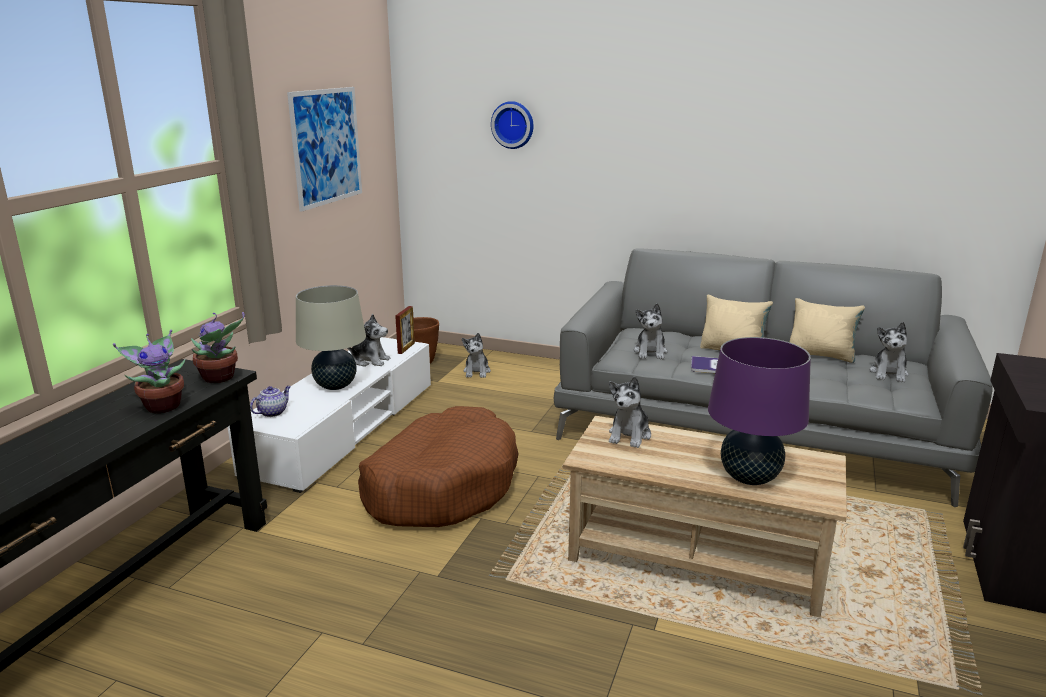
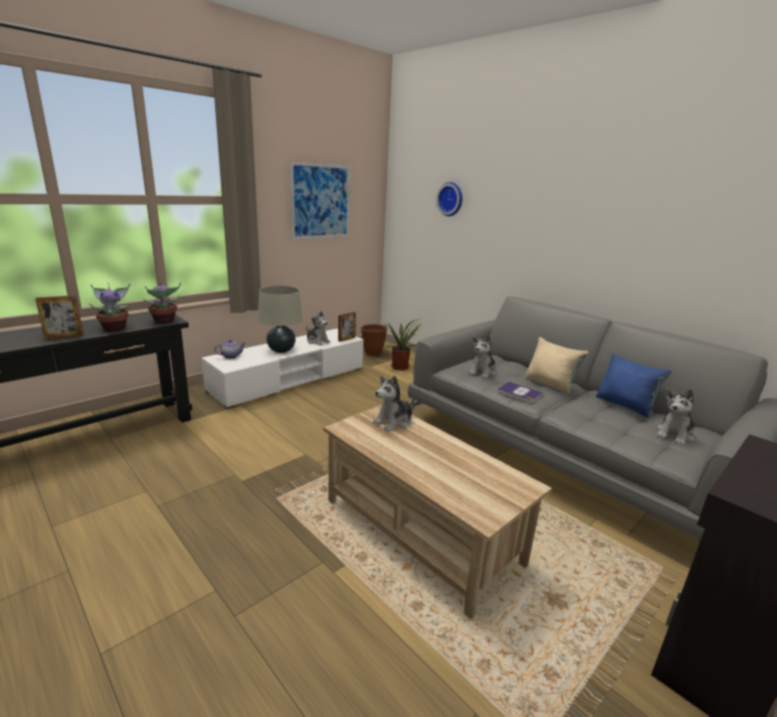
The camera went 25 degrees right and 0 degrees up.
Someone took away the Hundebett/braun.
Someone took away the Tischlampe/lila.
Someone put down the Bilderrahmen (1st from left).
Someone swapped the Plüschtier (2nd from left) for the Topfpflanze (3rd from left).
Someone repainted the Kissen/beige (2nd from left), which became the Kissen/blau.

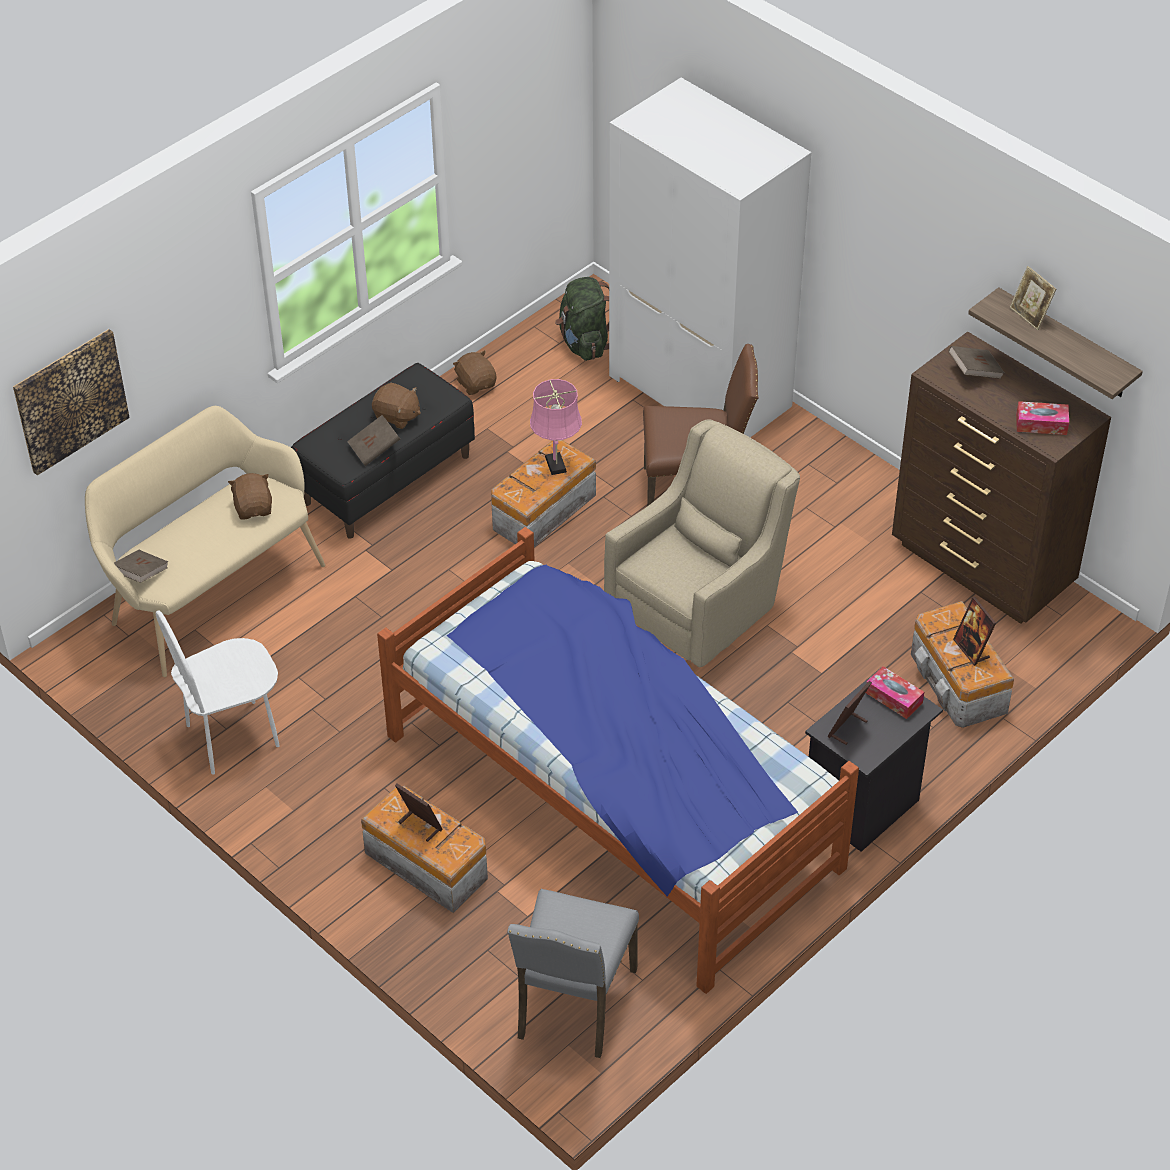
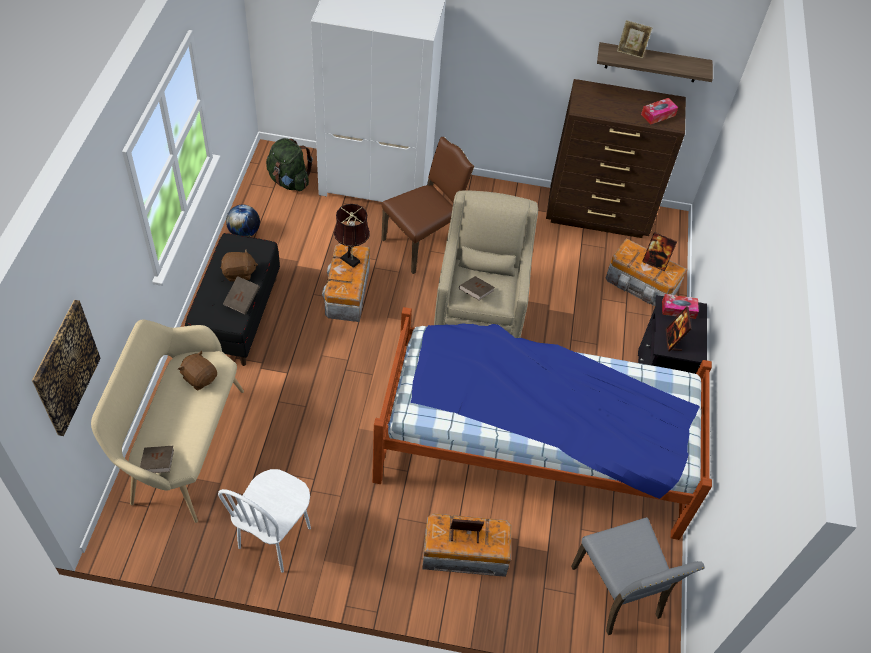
The camera went 40 degrees left and 5 degrees up.
Someone carried the Buch/braun (3rd from left).
Someone swapped the Plüschtier/braun (3rd from left) for the Globus.
Someone repainted the Tischlampe/rosa, which became the Tischlampe/braun.

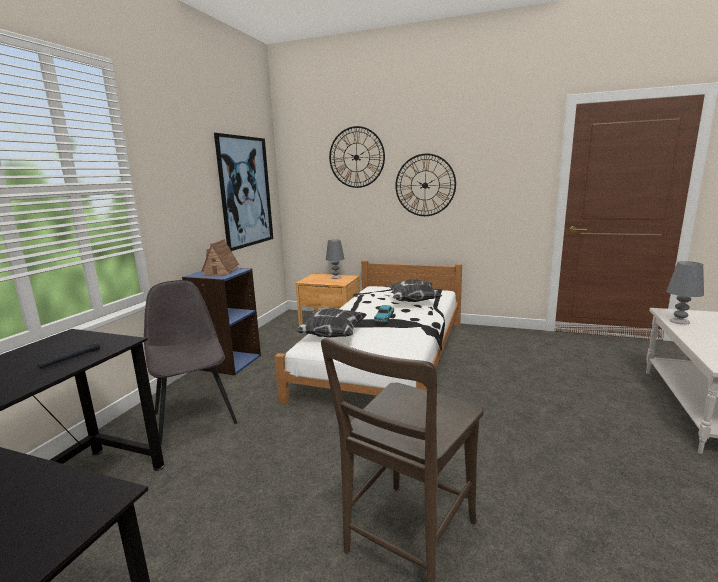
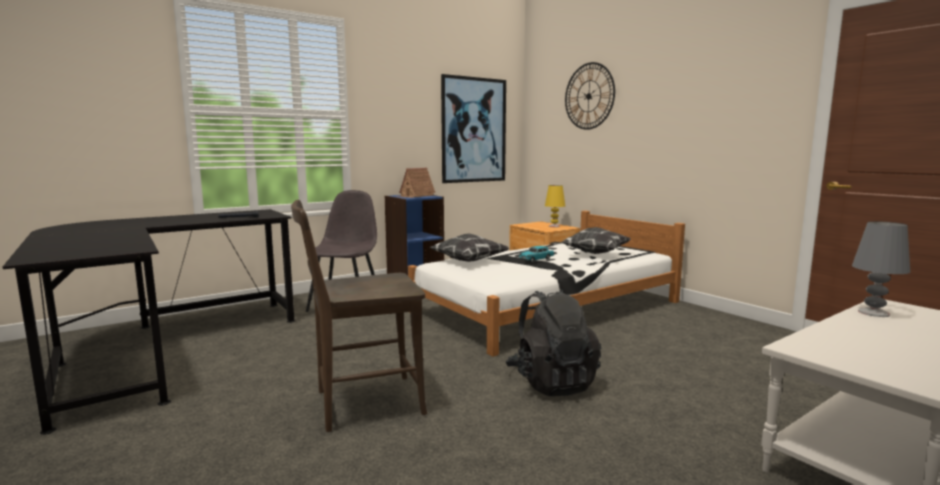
The camera went 35 degrees right and 5 degrees down.
Someone took away the Wanduhr (2nd from left).
Someone put down the Rucksack/schwarz.
Someone repainted the Tischlampe/grau (1st from left), which became the Tischlampe/gelb.

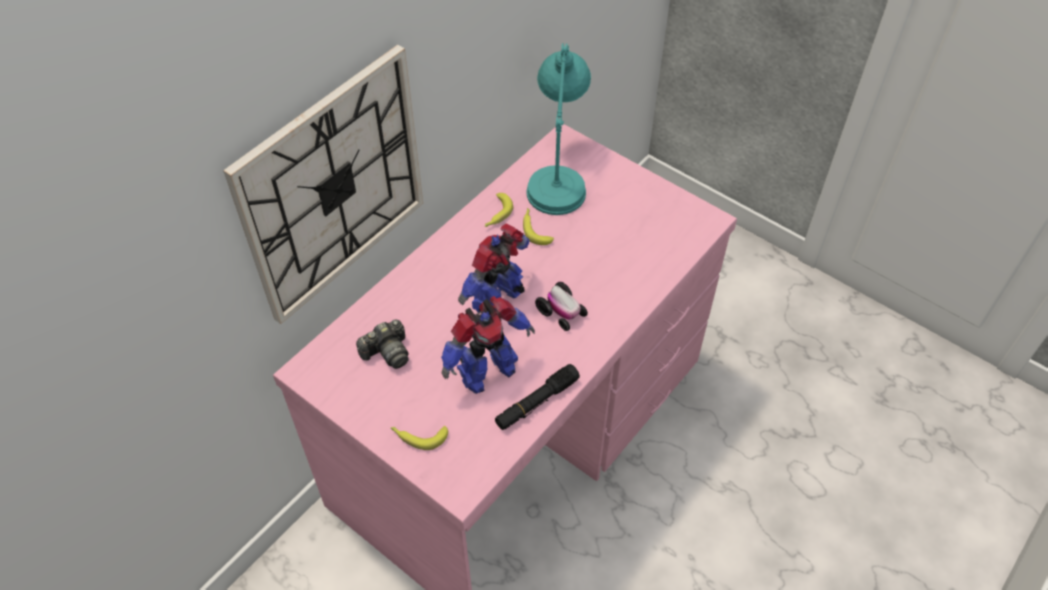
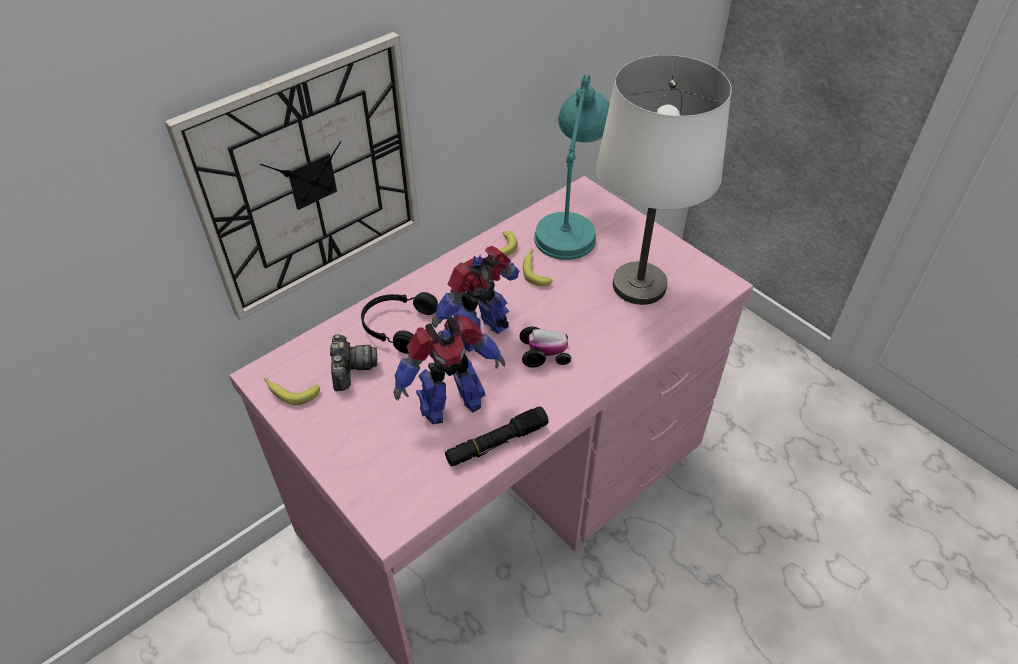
The camera went 10 degrees right and 5 degrees down.
Someone put down the Kopfhörer/schwarz.
Someone put down the Tischlampe/weiß.
Someone carried the Banane (1st from left).
Someone rotated the Kamera by 75 degrees counterclockwise.
Someone rotated the Spielzeugauto by 60 degrees counterclockwise.

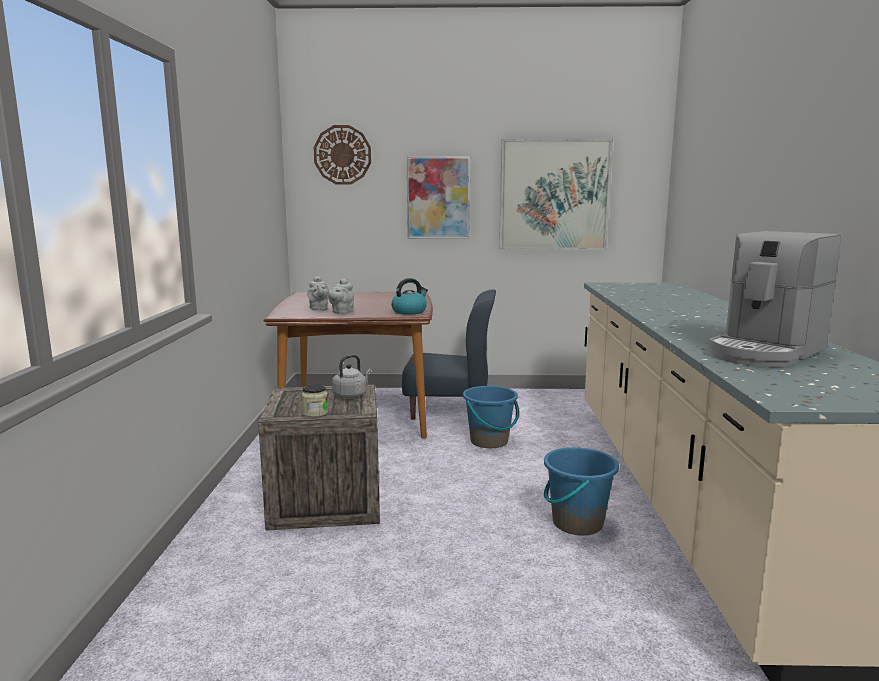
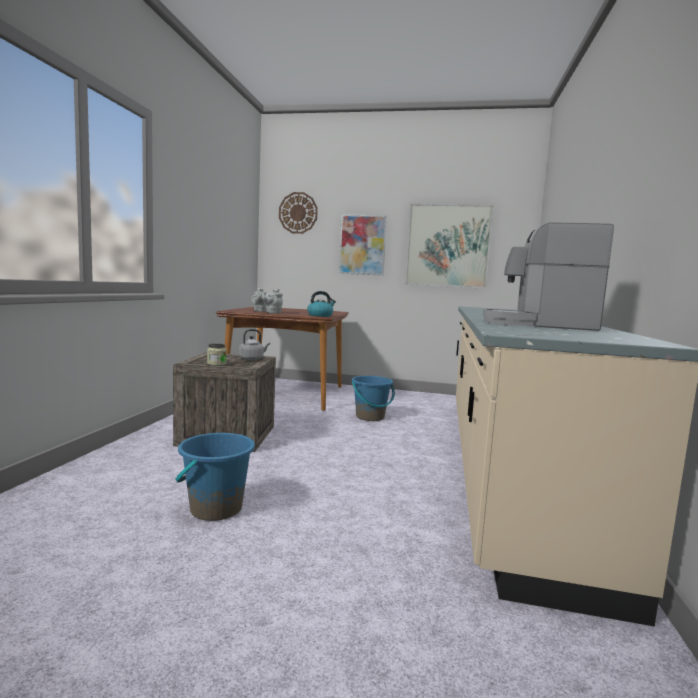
The camera went 10 degrees right and 5 degrees down.
Someone took away the Stuhl/blau.
Someone carried the Eimer/blau (2nd from left in the first image).
Someone rotated the Kaffeemaschine by 45 degrees clockwise.

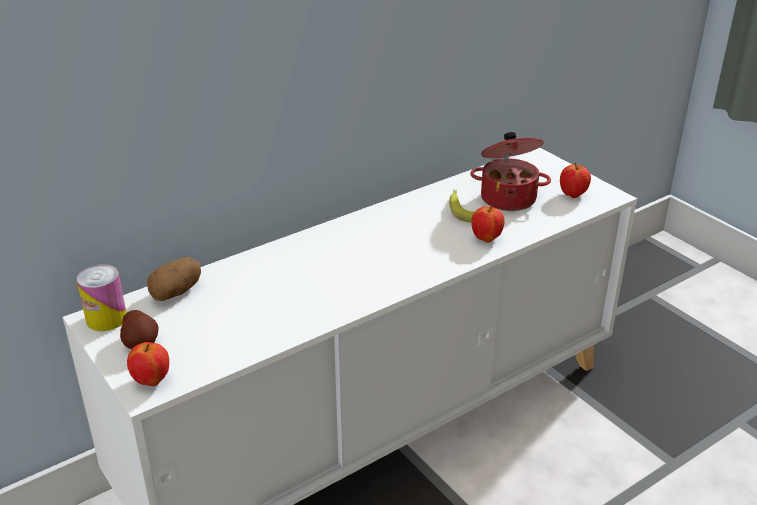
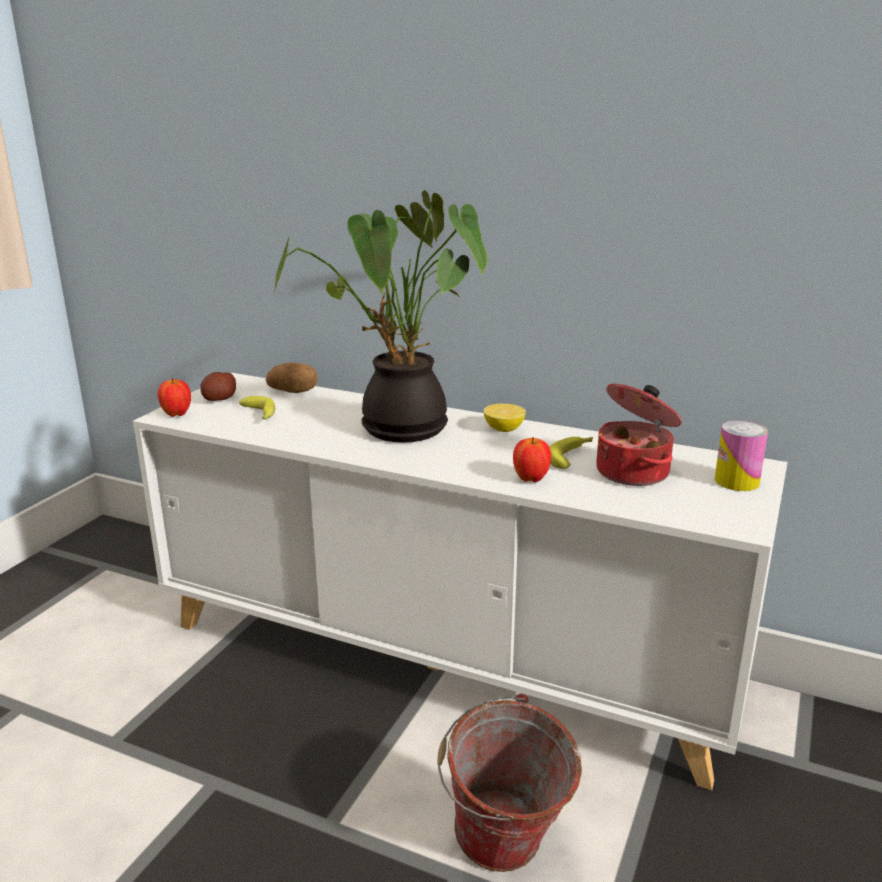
The camera went 60 degrees right and 10 degrees down.
Someone took away the Apfel (3rd from left).
Someone put down the Banane (1st from left).
Someone put down the Topfpflanze.
Someone put down the Eimer.
Someone put down the Zitrone.
Someone carried the Dose.

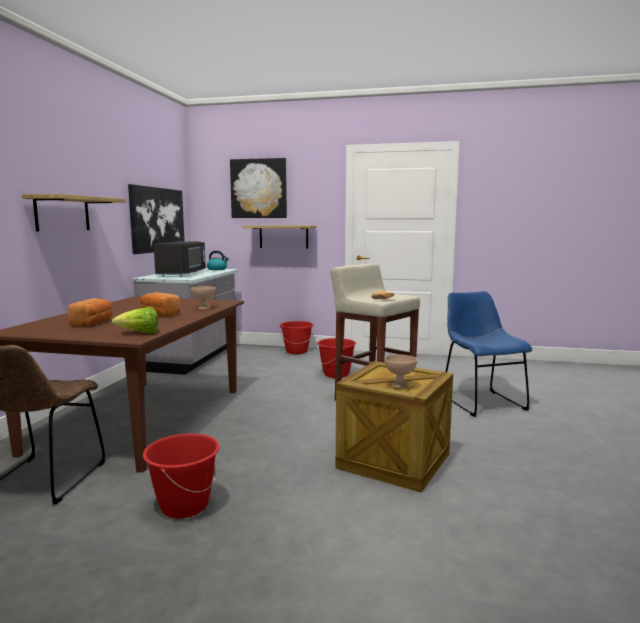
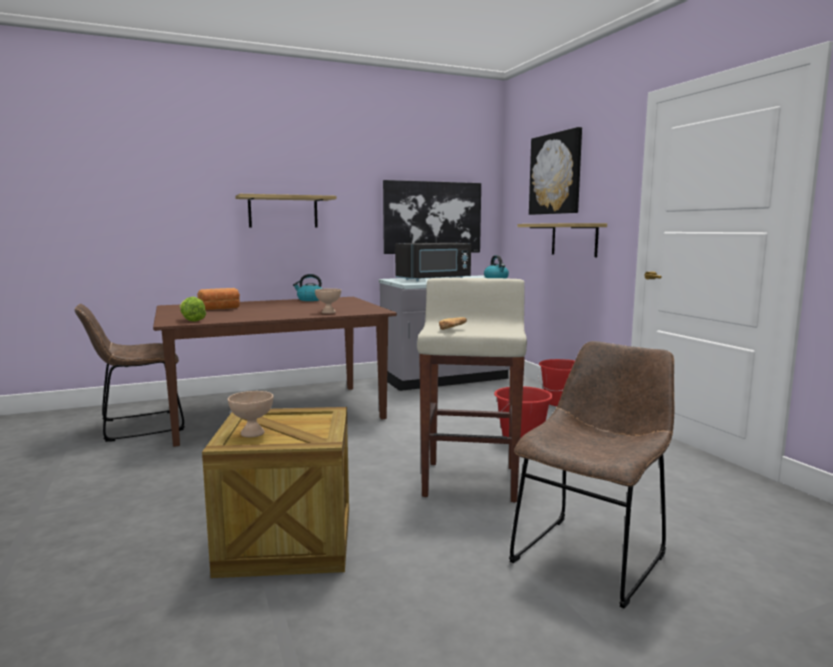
The camera went 55 degrees right and 0 degrees up.
Someone took away the Brot (2nd from left).
Someone took away the Eimer/rot (1st from left).
Someone put down the Wasserkessel (1st from left).
Someone repainted the Stuhl/blau, which became the Stuhl/braun (2nd from left).

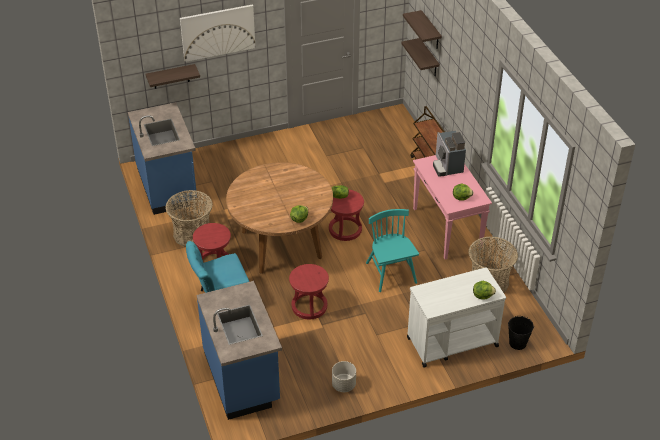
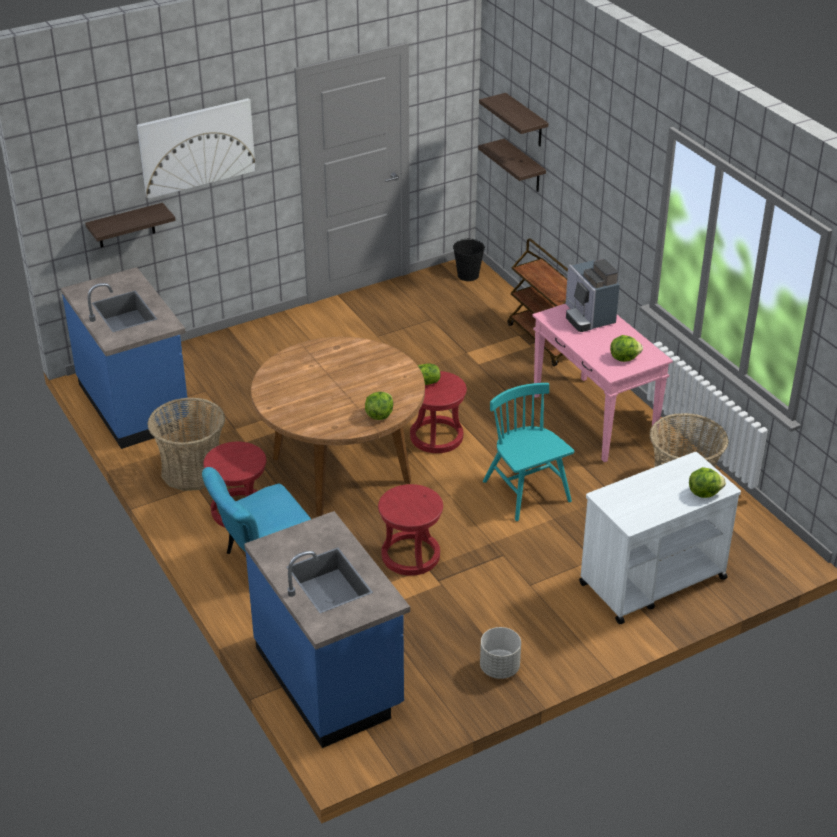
The camera went 10 degrees left and 5 degrees down.
Someone carried the Eimer/schwarz.

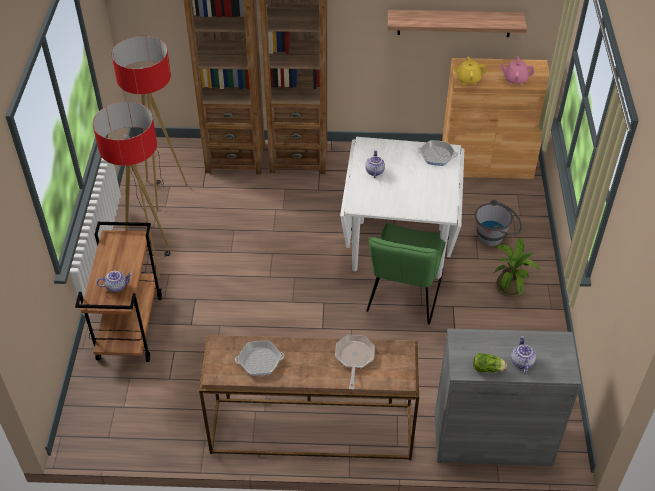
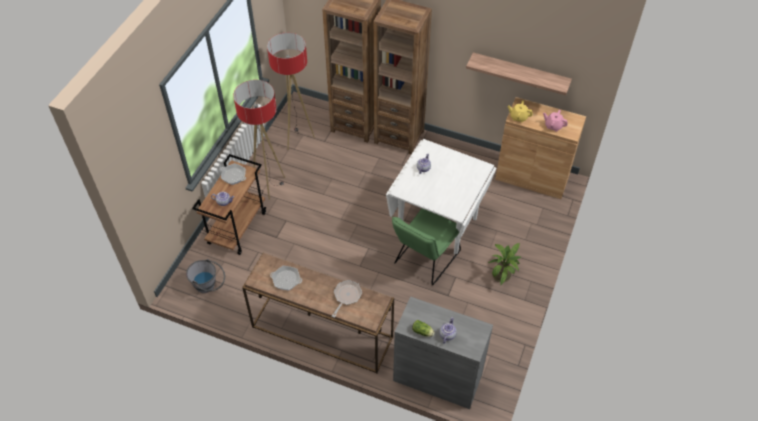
The camera went 20 degrees right and 5 degrees up.
Someone carried the Pfanne (3rd from left in the first image).
Someone carried the Eimer/grau.

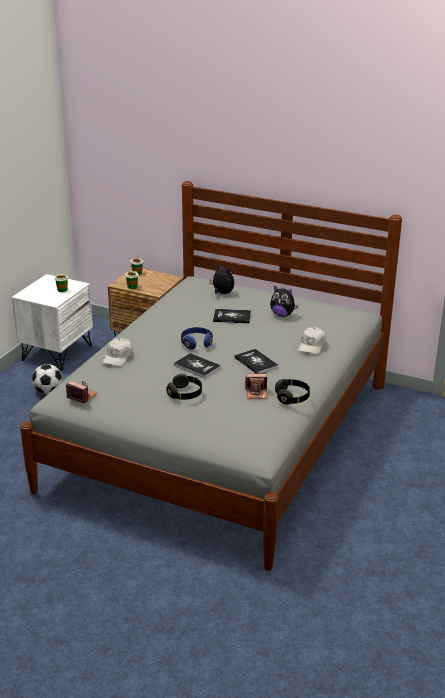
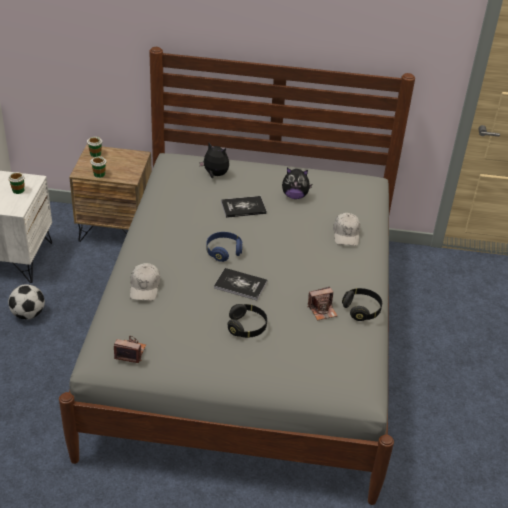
The camera went 20 degrees left and 10 degrees up.
Someone took away the Buch (3rd from left).

